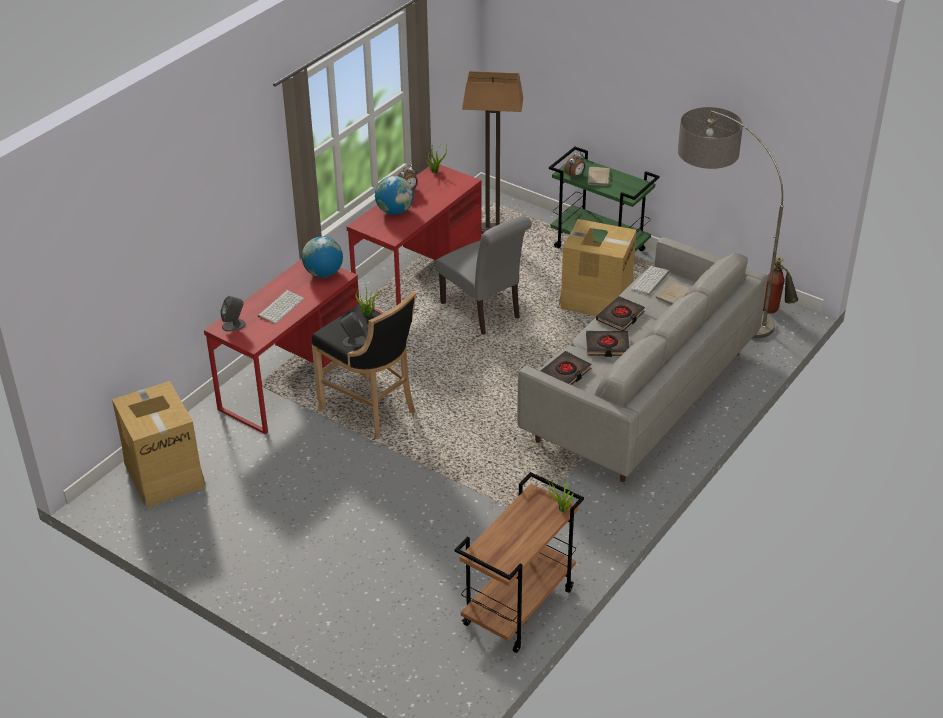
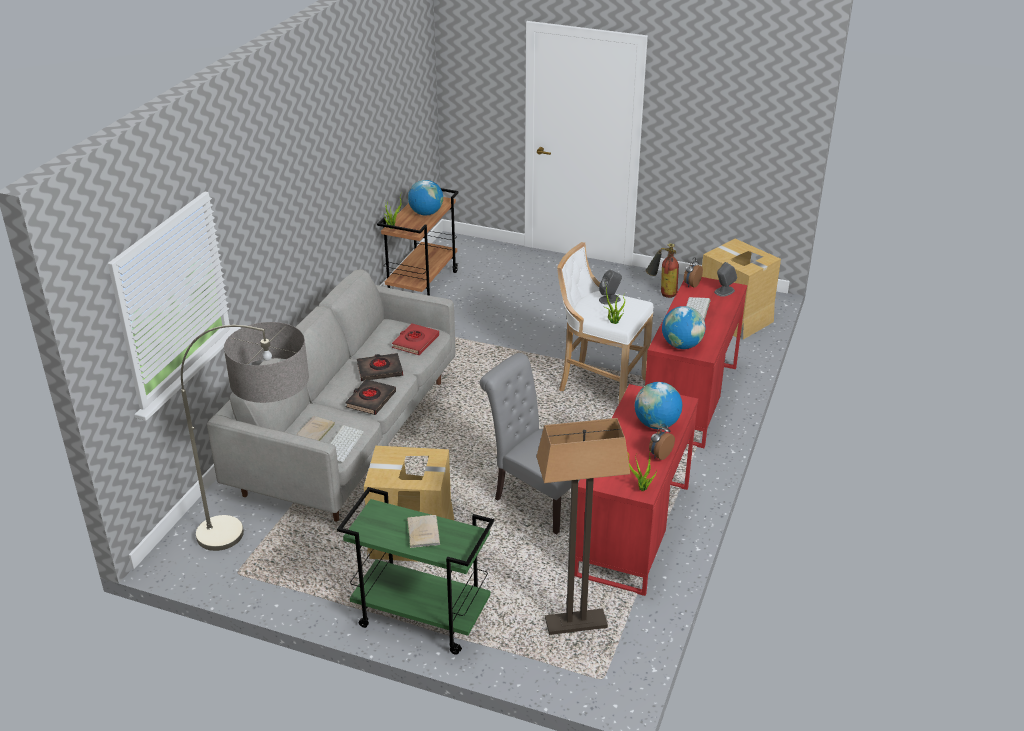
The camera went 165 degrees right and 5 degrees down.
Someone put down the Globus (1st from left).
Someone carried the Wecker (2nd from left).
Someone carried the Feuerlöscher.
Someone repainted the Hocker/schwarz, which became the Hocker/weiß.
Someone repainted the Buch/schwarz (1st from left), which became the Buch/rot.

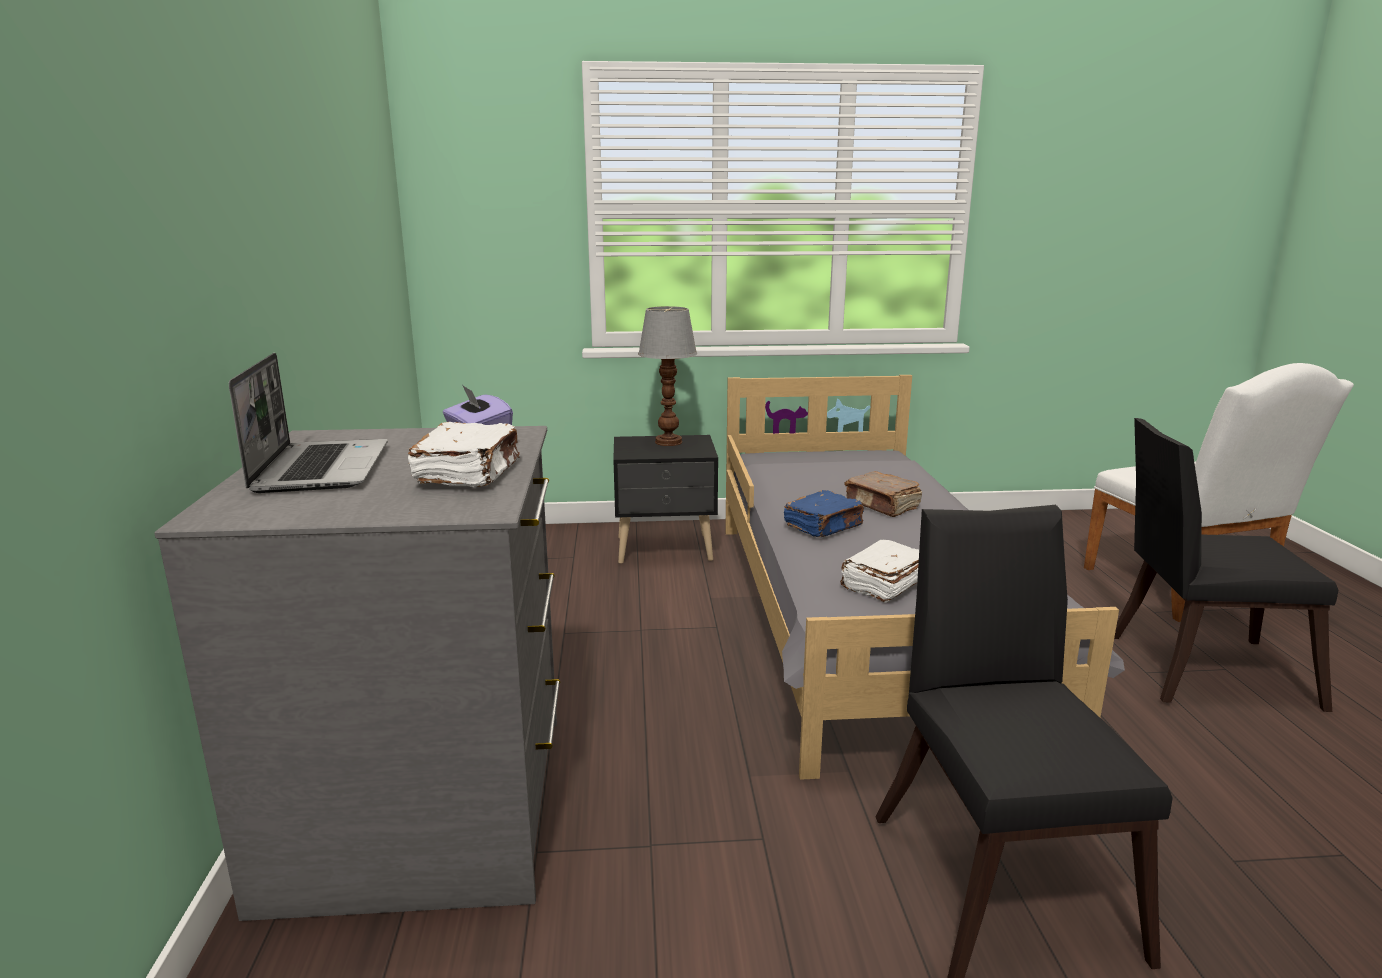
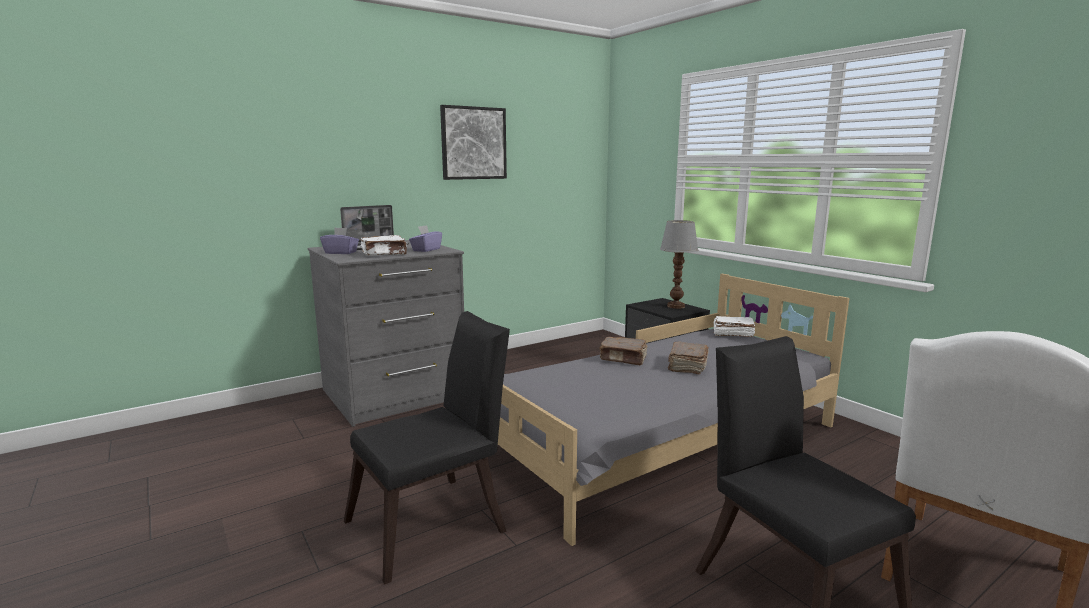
The camera went 60 degrees right and 5 degrees down.
Someone put down the Taschentuchbox/lila (1st from left).
Someone put up the Bild.
Someone carried the Buch/weiß (2nd from left).
Someone repainted the Buch/blau, which became the Buch/braun (1st from left).

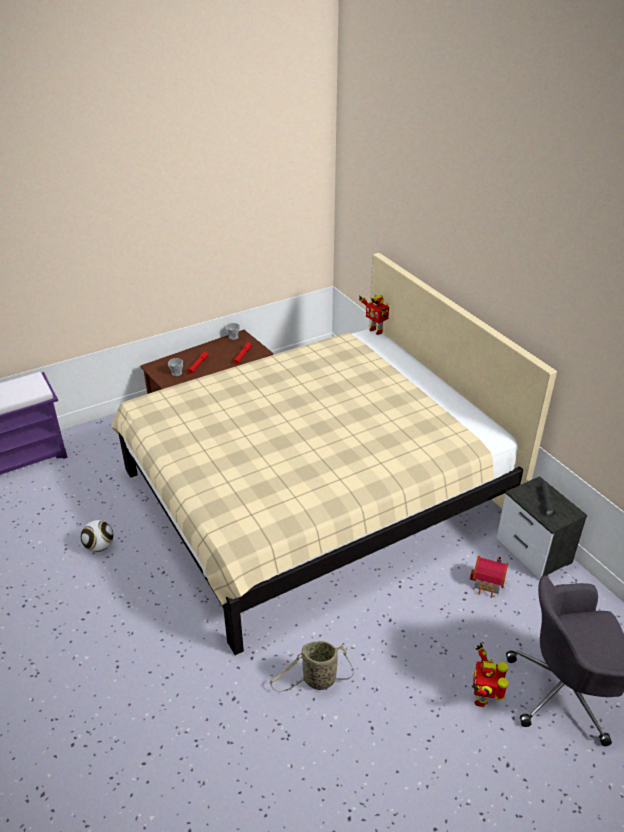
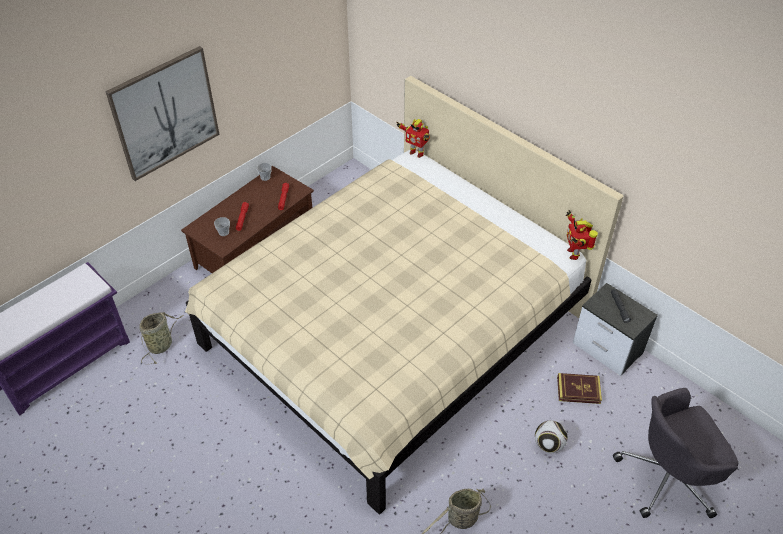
The camera went 15 degrees left and 10 degrees up.
Someone put up the Bild.
Someone put down the Korb (1st from left).
Someone carried the Fußball.
Someone carried the Spielzeugroboter (2nd from left).
Someone swapped the Spielzeughaus for the Buch.

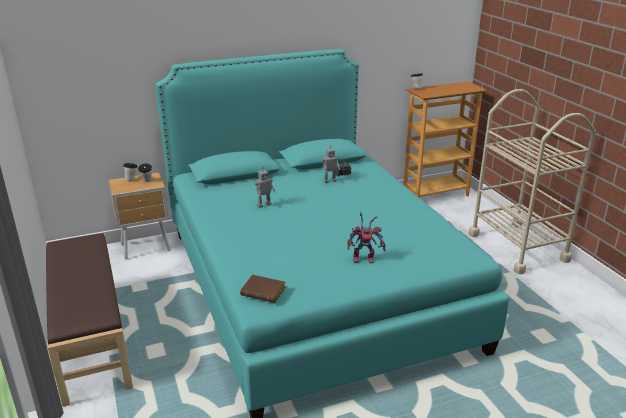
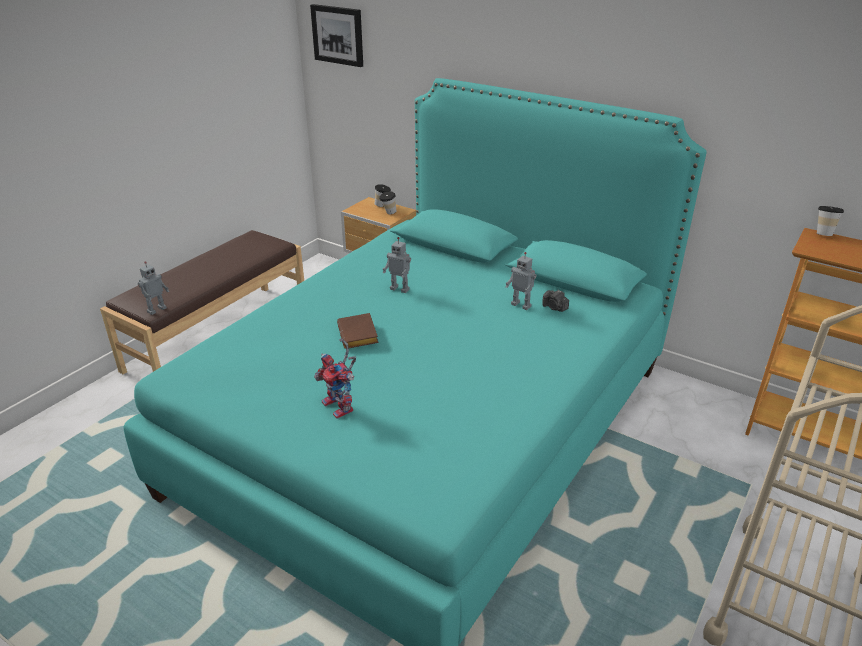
The camera went 55 degrees right and 5 degrees up.
Someone put down the Spielzeugroboter (1st from left).
Someone put up the Bild.
Someone carried the Buch/braun.

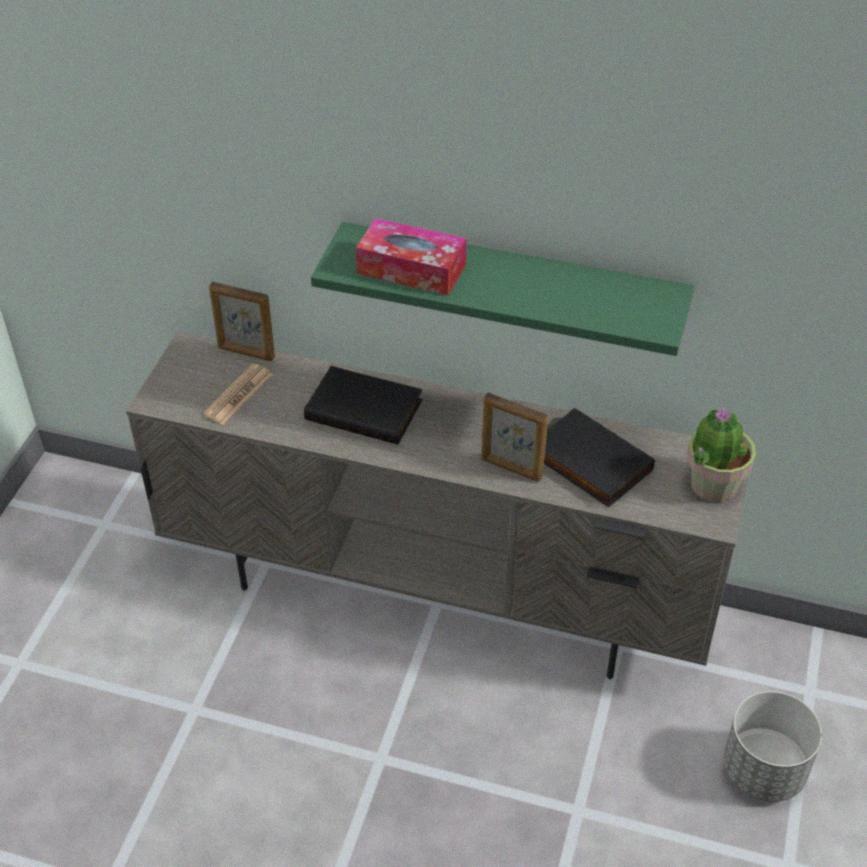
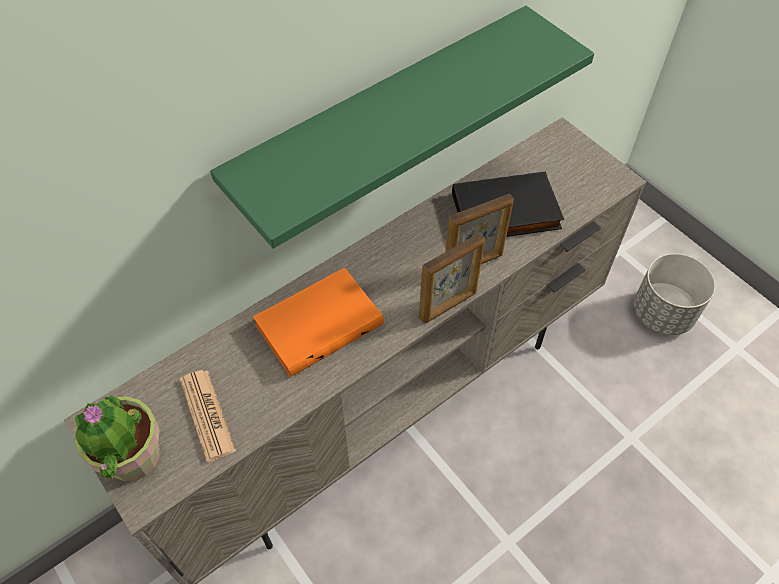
The camera went 55 degrees left and 10 degrees up.
Someone took away the Taschentuchbox.
Someone carried the Bilderrahmen (1st from left).
Someone carried the Topfpflanze.
Someone repainted the Buch/schwarz (1st from left), which became the Buch/orange.

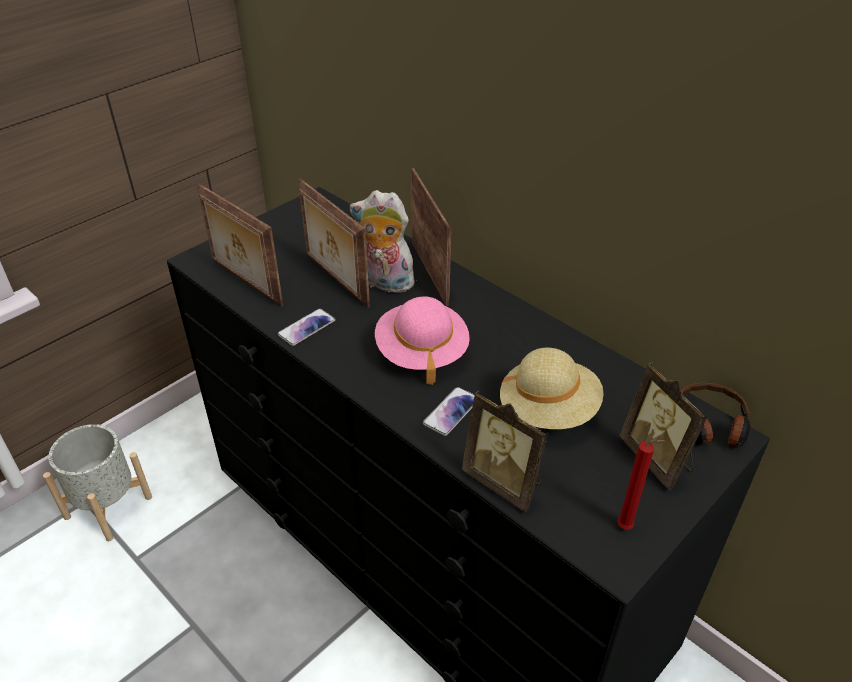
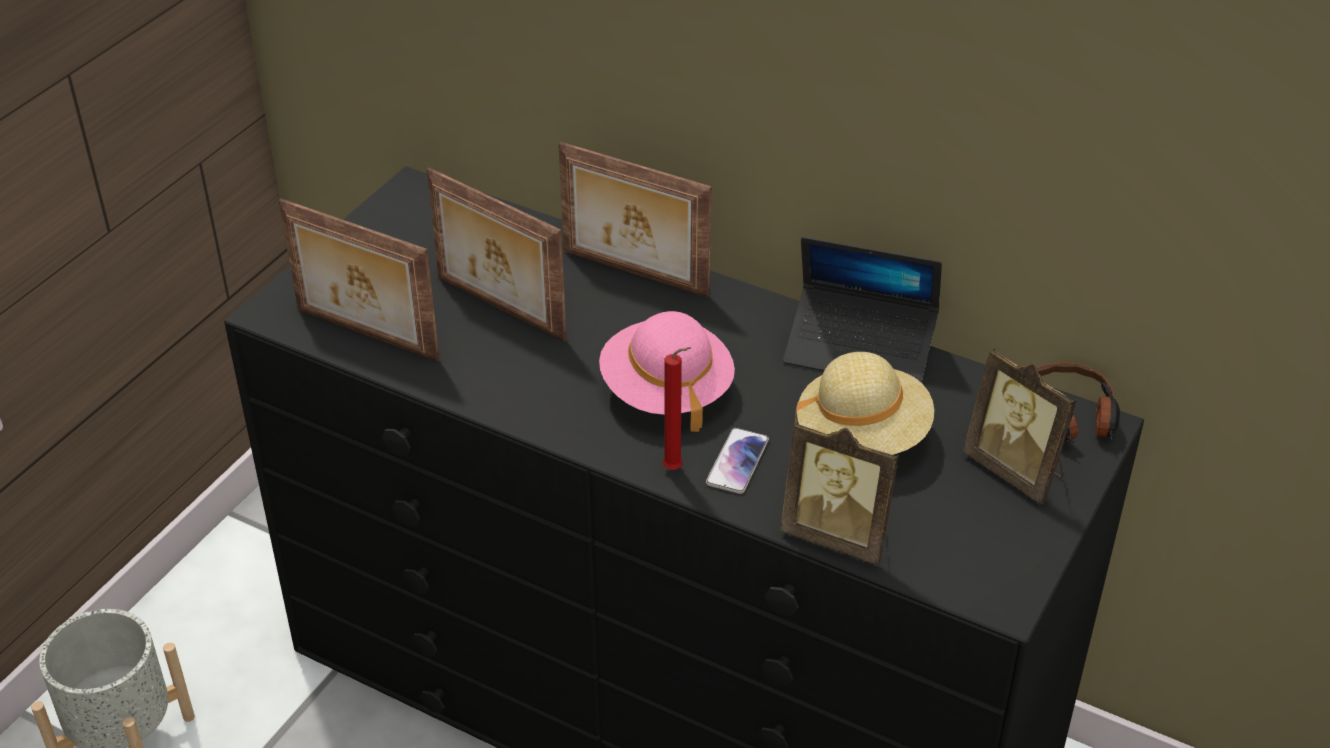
The camera went 15 degrees left and 0 degrees up.
Someone took away the Handy (1st from left).
Someone took away the Plüschtier.
Someone put down the Laptop.
Someone carried the Kerze/rot.
Someone rotated the Bilderrahmen (3rd from left) by 150 degrees clockwise.

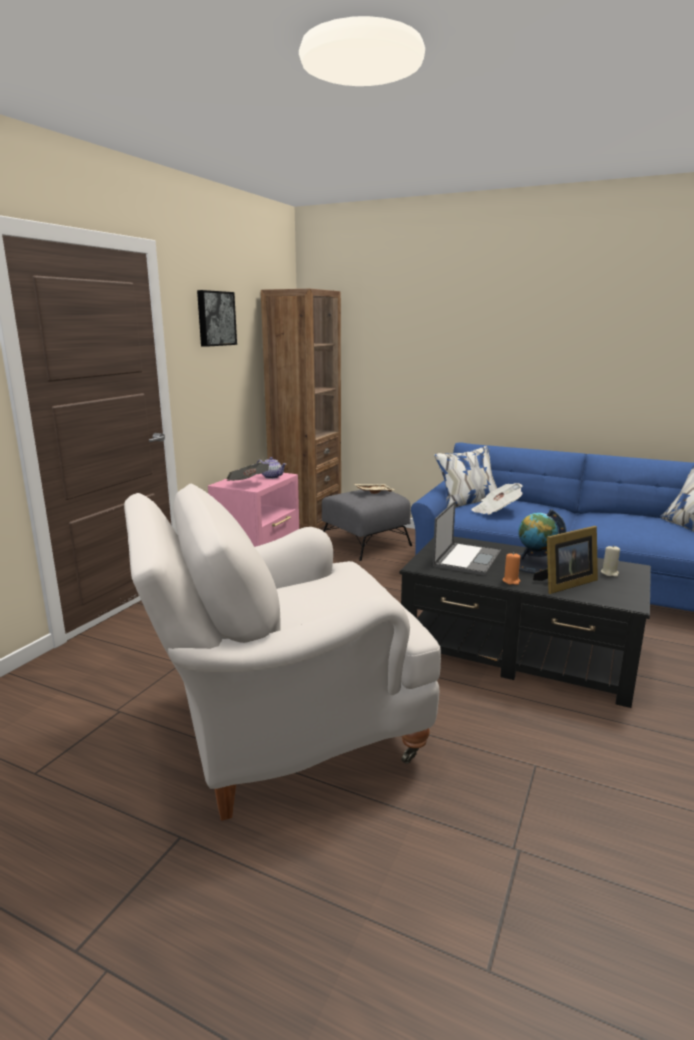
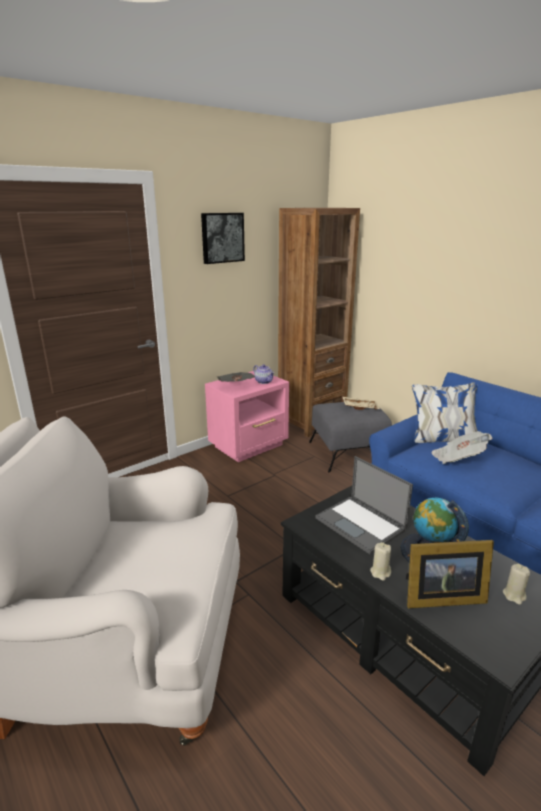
The camera went 25 degrees right and 5 degrees up.
Someone repainted the Kerze/orange, which became the Kerze/beige (1st from left).
Someone rotated the Laptop by 90 degrees clockwise.

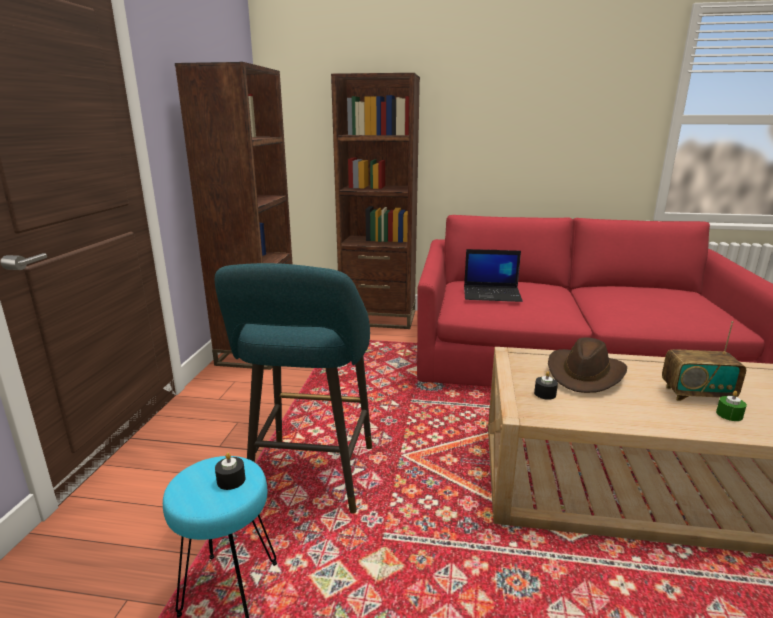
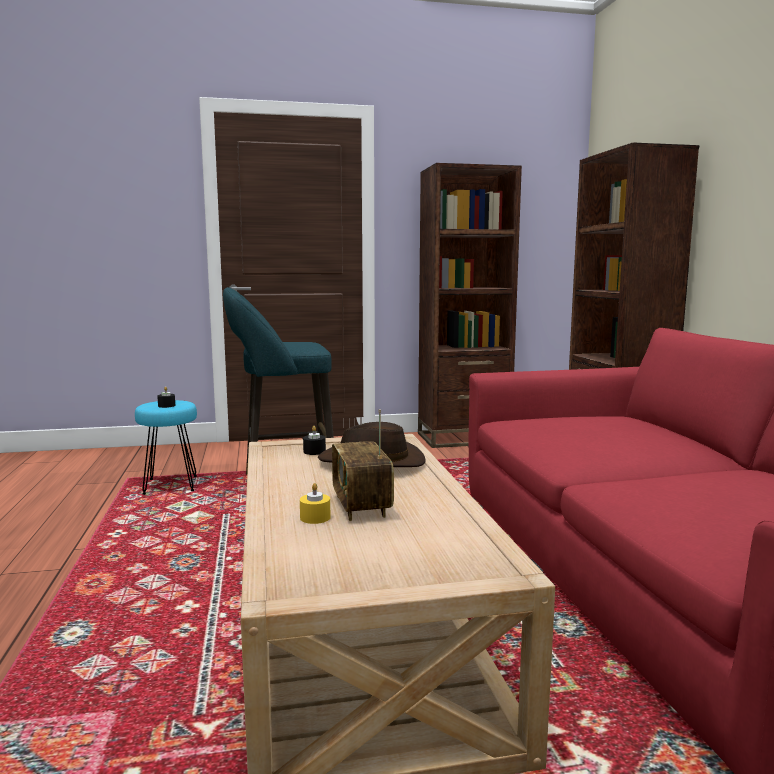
The camera went 70 degrees right and 10 degrees down.
Someone took away the Laptop.
Someone repainted the Kerze/grün, which became the Kerze/gelb.

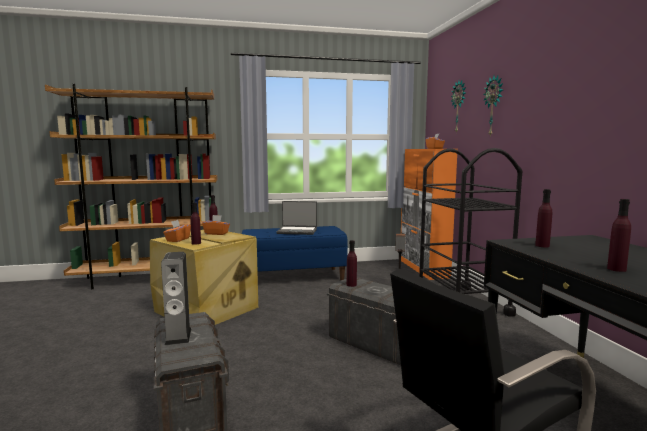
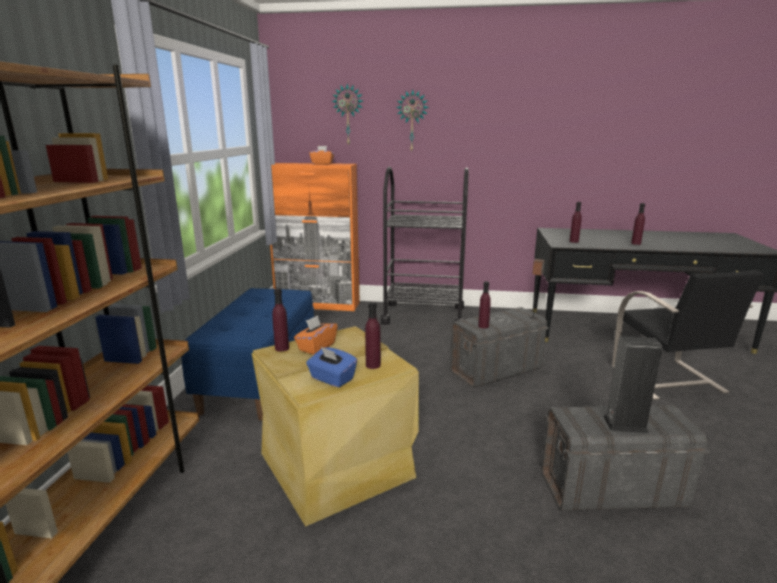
The camera went 70 degrees left and 10 degrees up.
Someone took away the Laptop.
Someone repainted the Taschentuchbox/orange (1st from left), which became the Taschentuchbox/blau.

